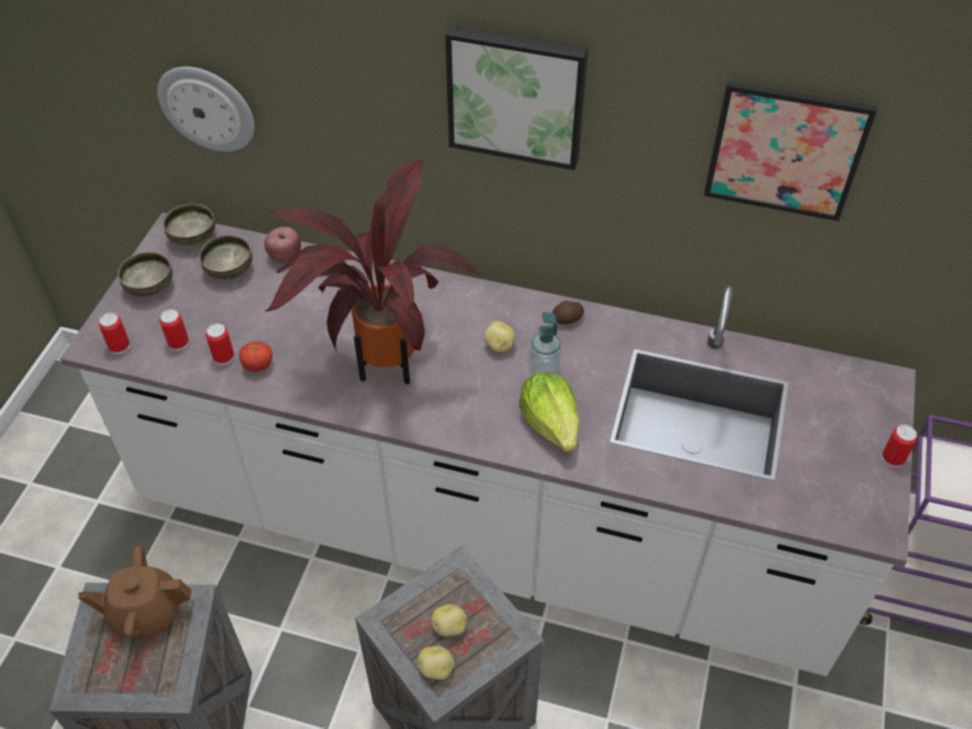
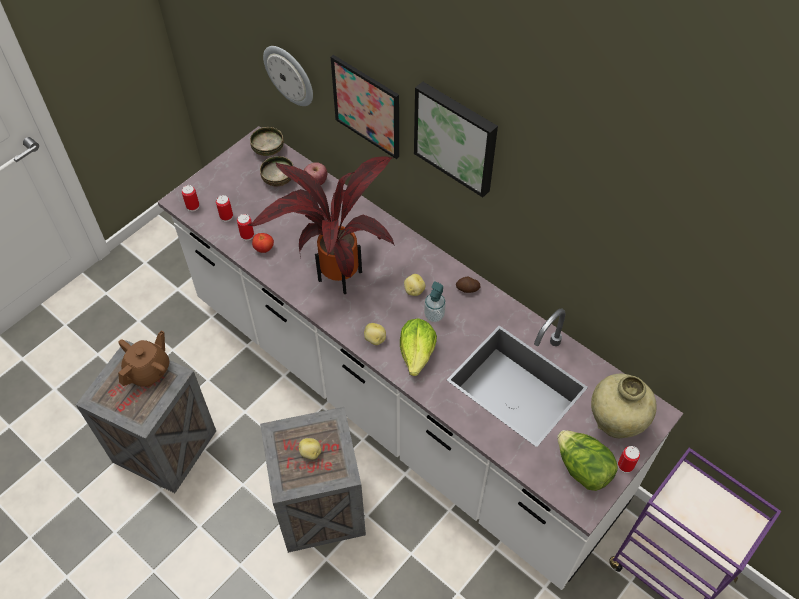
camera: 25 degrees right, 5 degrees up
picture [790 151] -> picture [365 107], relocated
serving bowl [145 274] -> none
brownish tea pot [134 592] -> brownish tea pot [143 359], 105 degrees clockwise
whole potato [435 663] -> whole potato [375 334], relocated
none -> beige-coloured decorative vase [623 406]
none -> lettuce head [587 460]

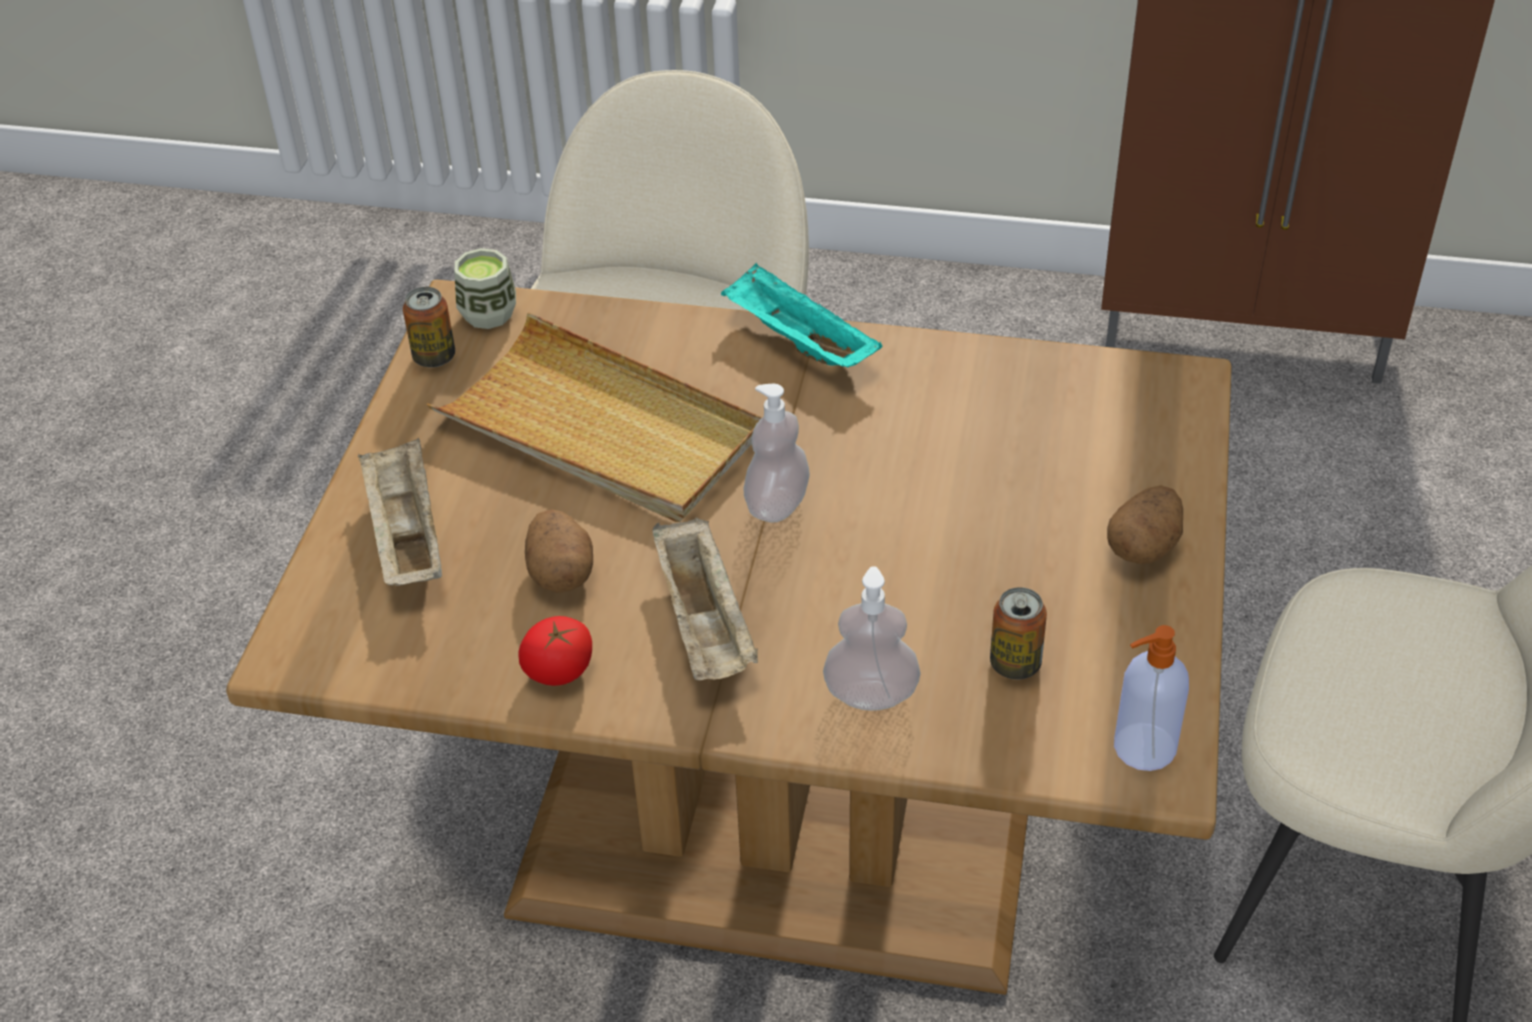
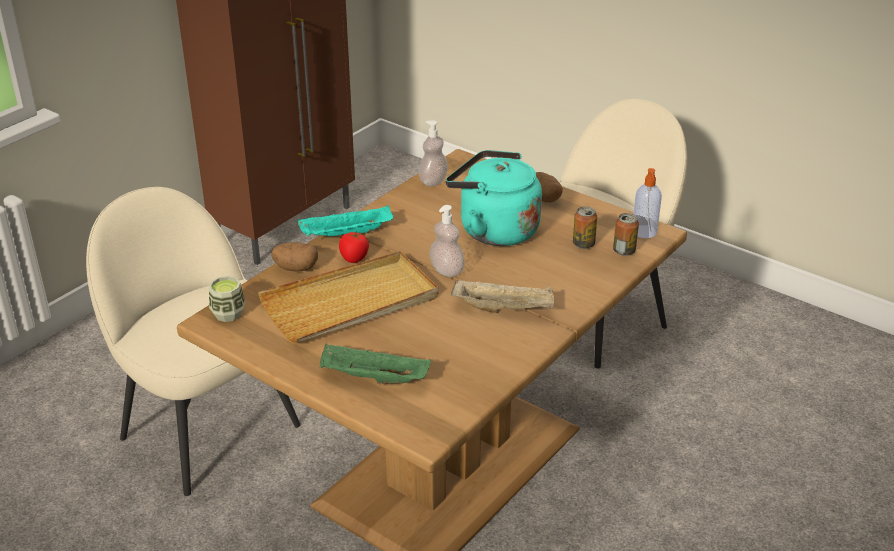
camera: 65 degrees left, 10 degrees down
can [429 327] -> can [626 234], relocated
beige-coloured serving tray [400 512] -> green serving tray [375 363]
whole potato [559 551] -> whole potato [294 257], relocated
soap bottle [872 638] -> soap bottle [433 153], relocated
whole tomato [555 651] -> whole tomato [354 247], relocated
none -> turquoise-coloured water kettle [494 198]

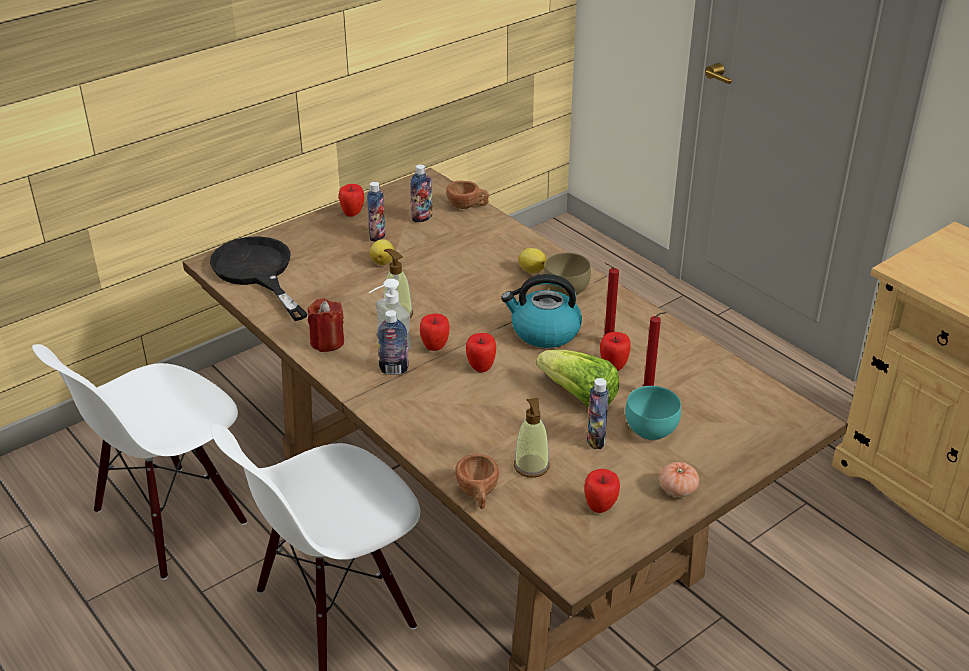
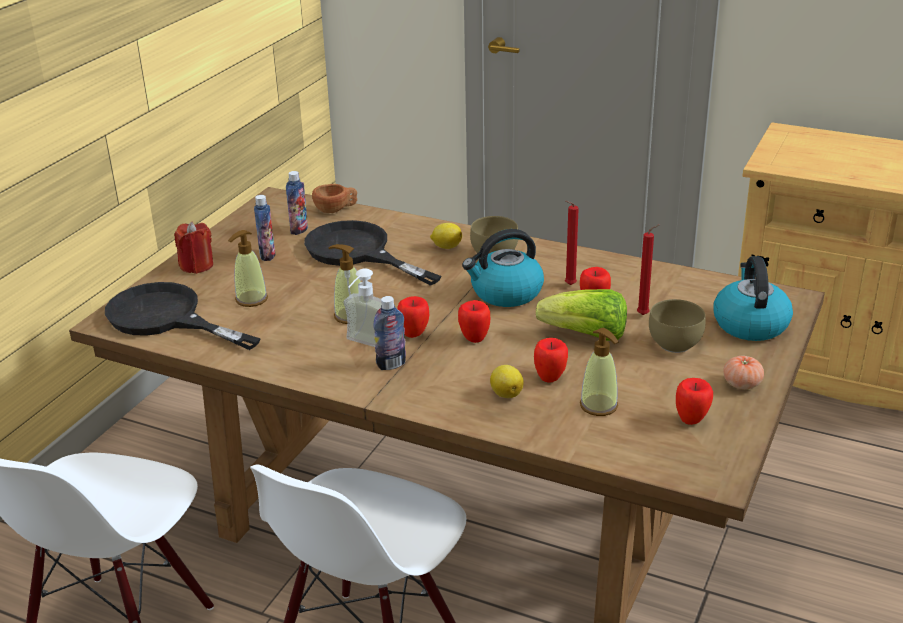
camera: 25 degrees left, 5 degrees down
apple fruit [351 200] -> apple fruit [551 360], relocated
lemon [382 252] -> lemon [507 381], relocated
red candle [326 325] -> red candle [193 247], relocated
bottle [598 413] -> none
turquoise-coloured serving bowl [653 413] -> brownish serving bowl [677 326]
brownish cup [477 481] -> none
none -> black frying pan [372 253]
none -> soap bottle [248 268]
none -> water kettle [753 298]

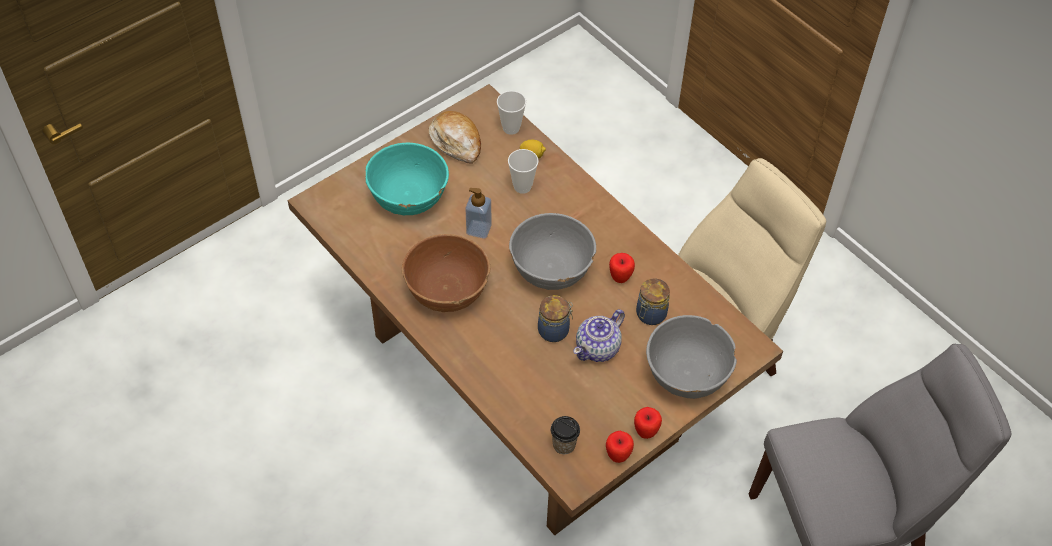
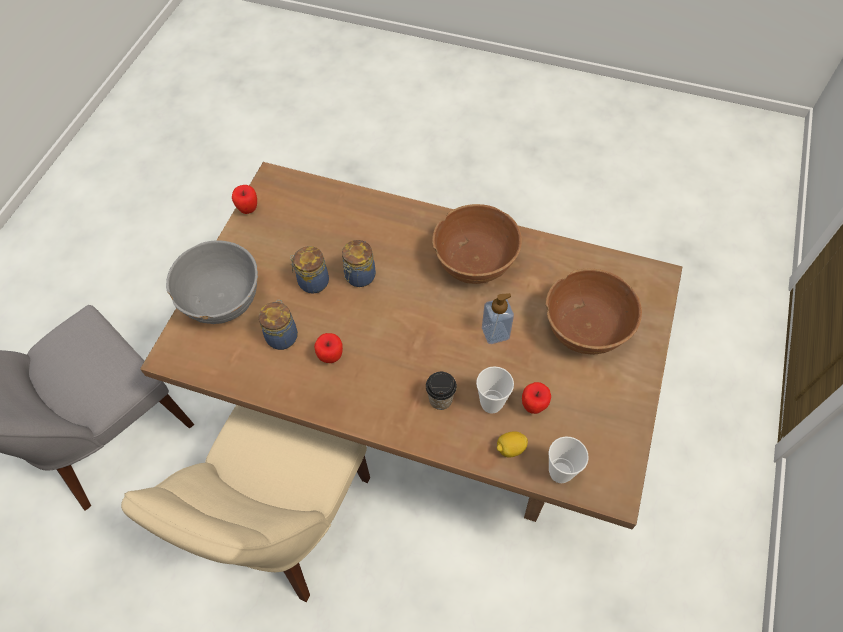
camera: 150 degrees right, 5 degrees up
baked bread [455 137] -> none
turquoise-coloured serving bowl [407 179] -> brownish serving bowl [593 312]
gray serving bowl [552 251] -> none
tea pot [599 335] -> jar [309 270]
apple fruit [648 423] -> apple fruit [536 398], relocated
cup [565 435] -> cup [441 391], relocated

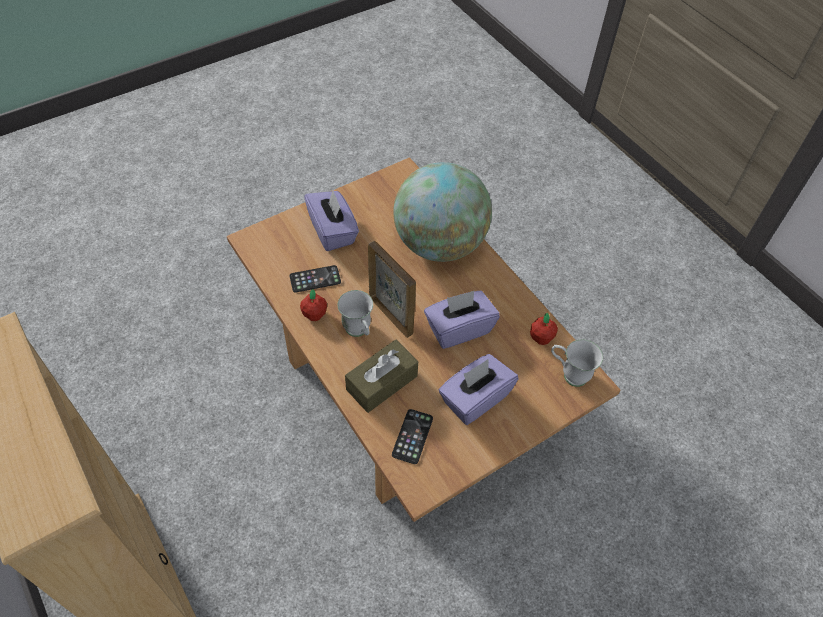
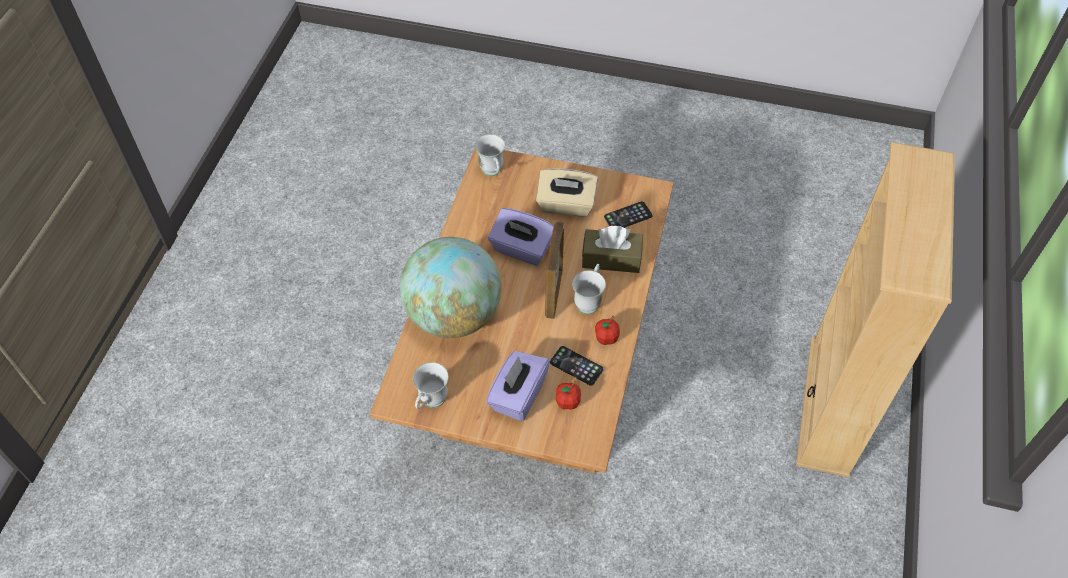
camera: 130 degrees left, 0 degrees up
apple fruit [544 329] -> apple fruit [568 395], relocated
purplish box of tissues [478 389] -> beige-coloured box of tissues [567 192]
none -> whitish tea mug [431 385]

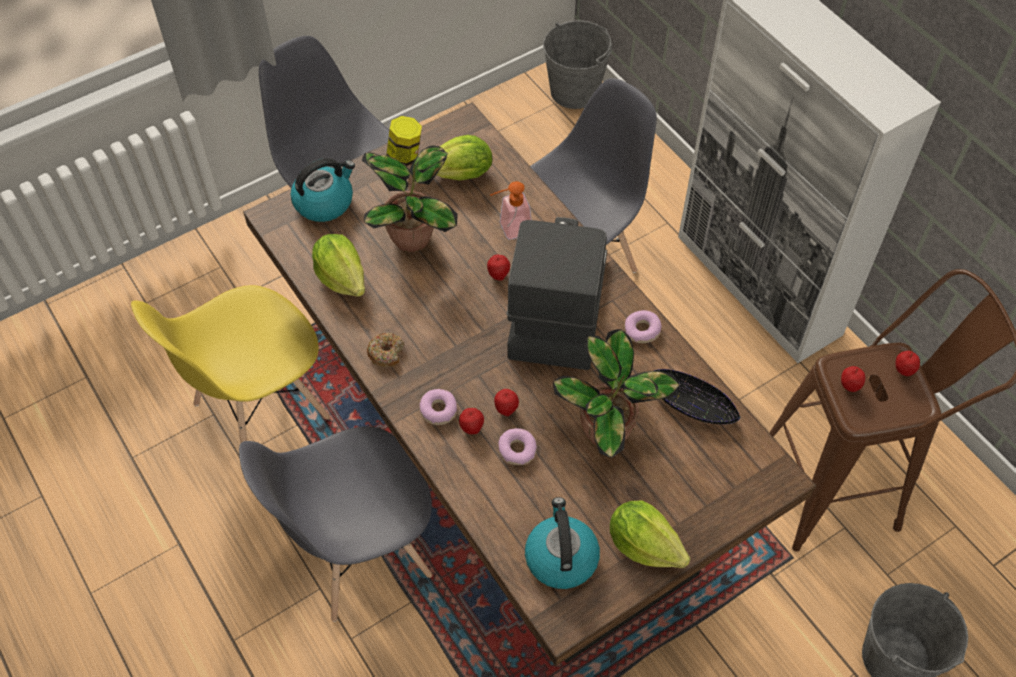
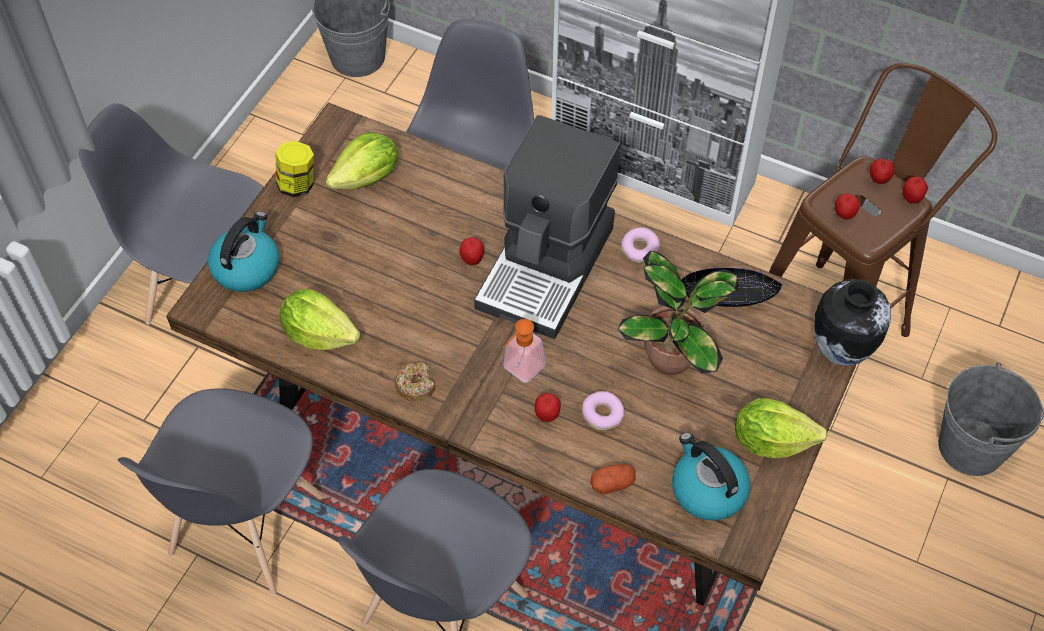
camera: 30 degrees left, 0 degrees up
houseplant [409 199] -> none
soap bottle [510 210] -> soap bottle [524 351], relocated
coffee brewer [557 293] -> coffee brewer [547 227], 135 degrees counterclockwise
yellow plain chair [230 364] -> gray plain chair [221 491]
donut [438 407] -> none
apple fruit [506 402] -> apple fruit [915 190], relocated
none -> decorative vase [853 322]
none -> whole potato [613 479]

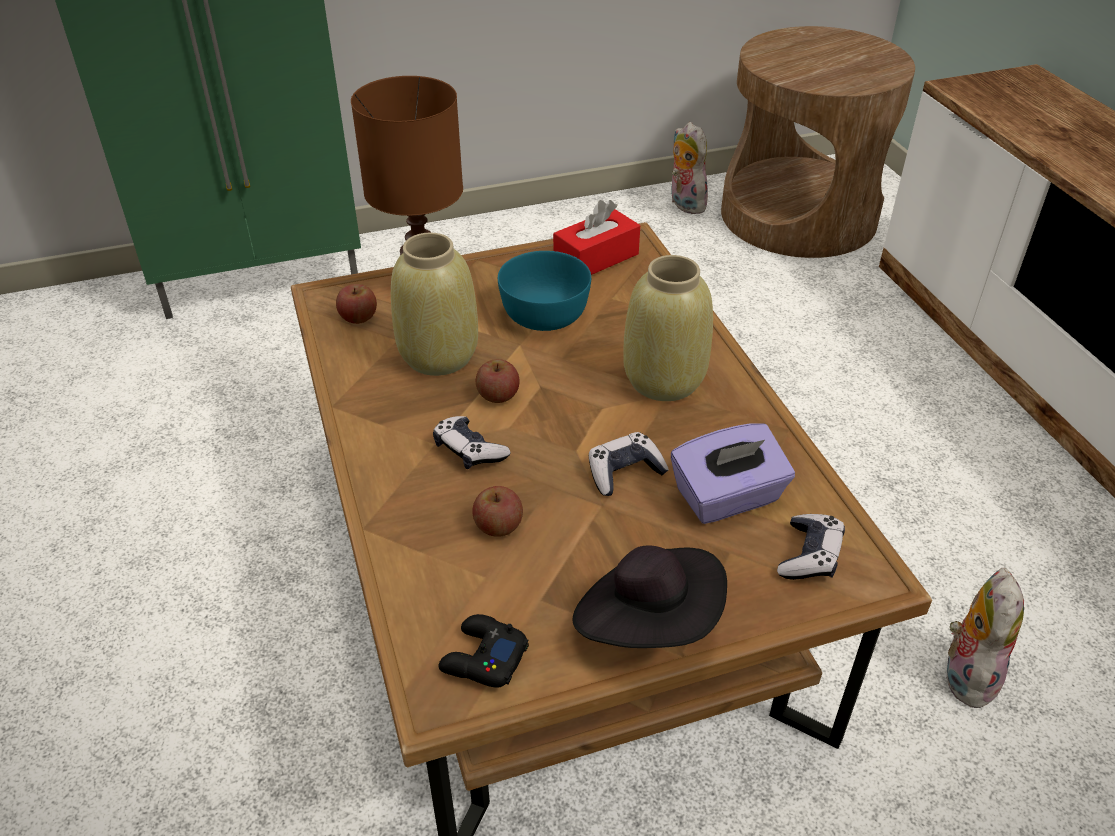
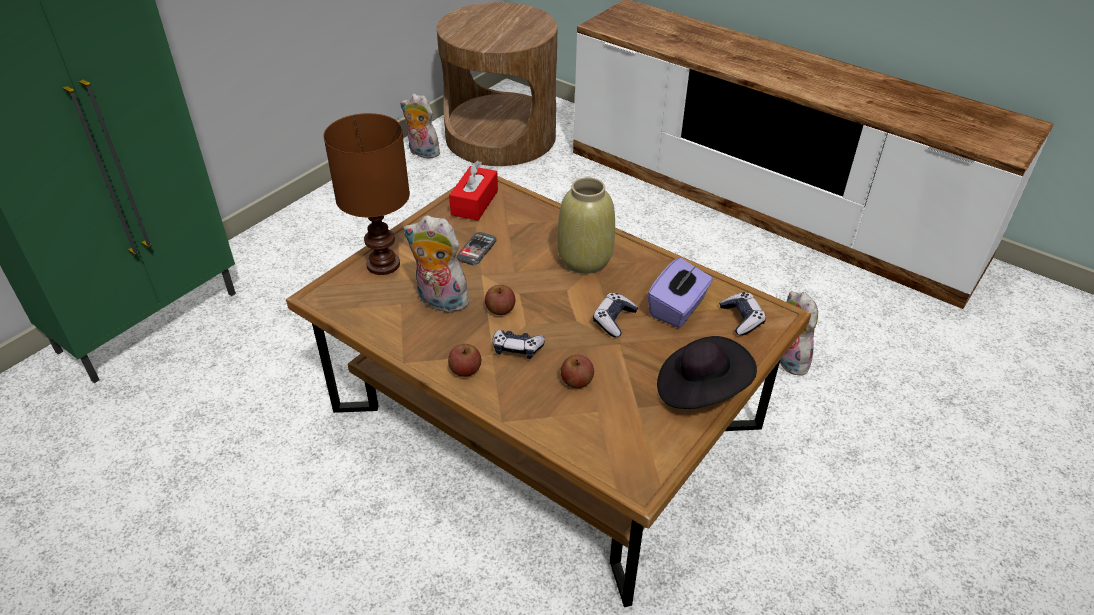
camera: 35 degrees left, 0 degrees up
beige-coloured decorative vase [434 304] -> cuddly toy [436 264]
turquoise-coloured serving bowl [544 291] -> handset [476 248]
apple fruit [356 304] -> apple fruit [464 360], relocated
black game controller [483 651] -> none

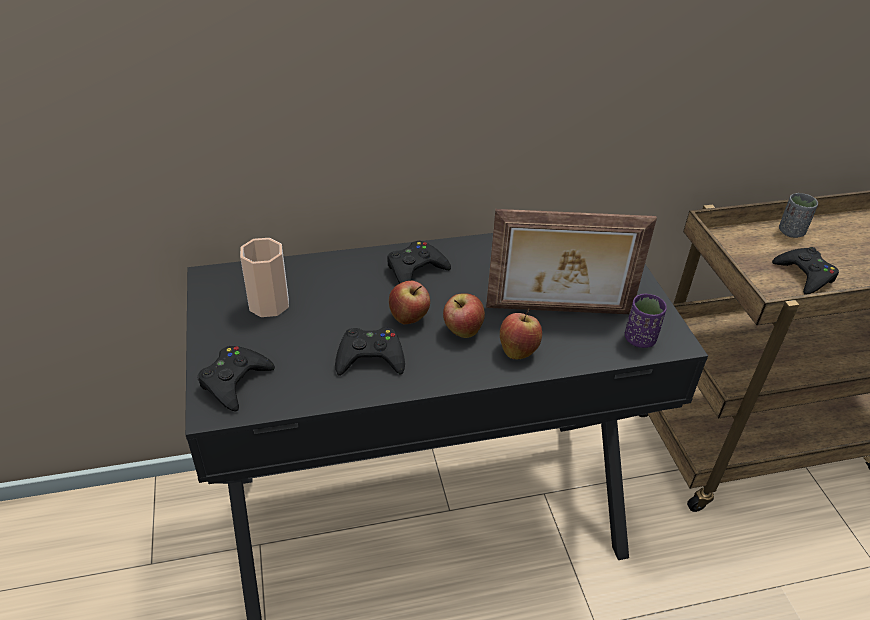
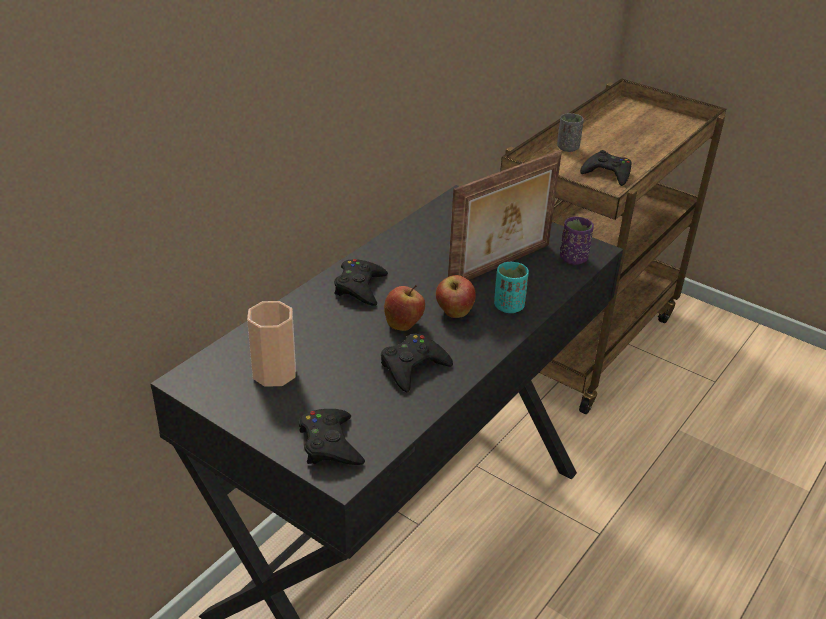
camera: 40 degrees left, 5 degrees down
apple fruit [521 334] -> turquoise-coloured cup [511 287]

